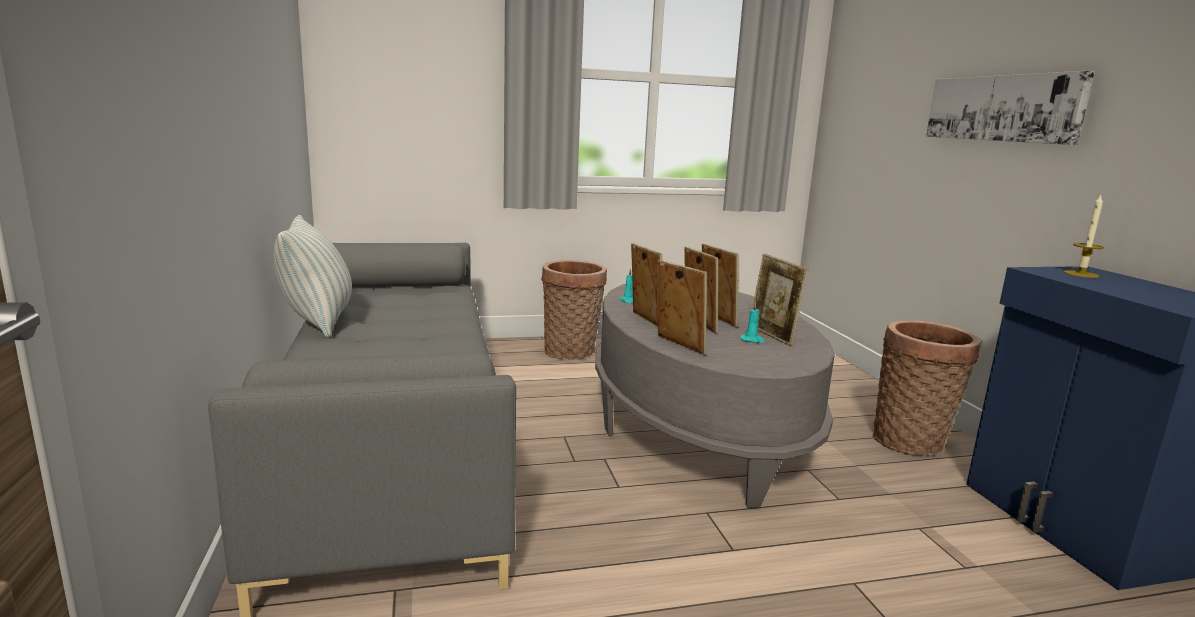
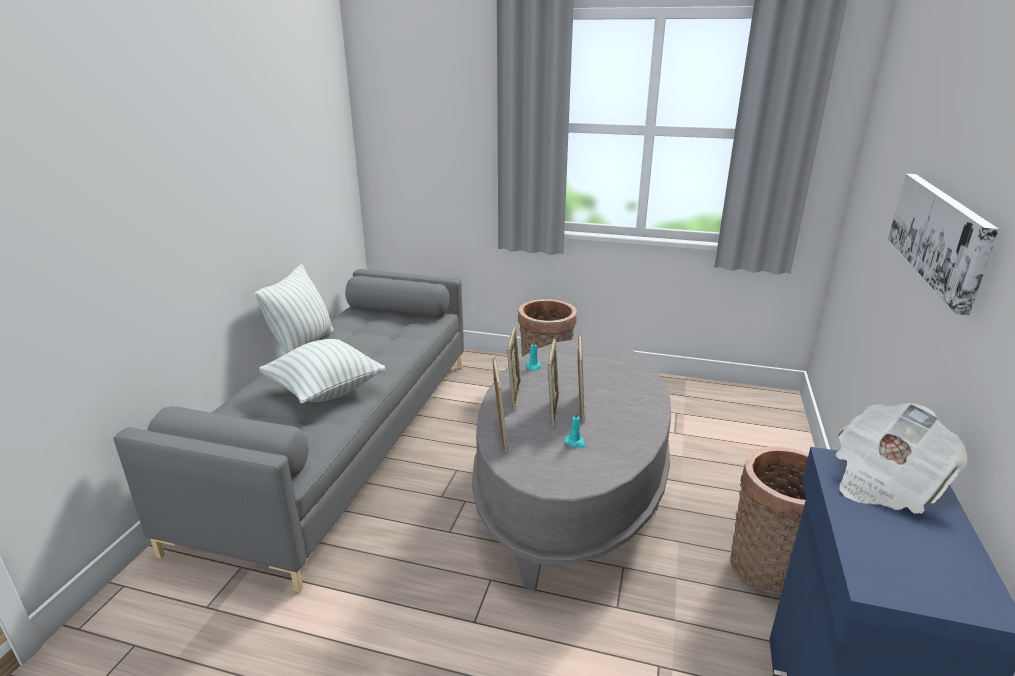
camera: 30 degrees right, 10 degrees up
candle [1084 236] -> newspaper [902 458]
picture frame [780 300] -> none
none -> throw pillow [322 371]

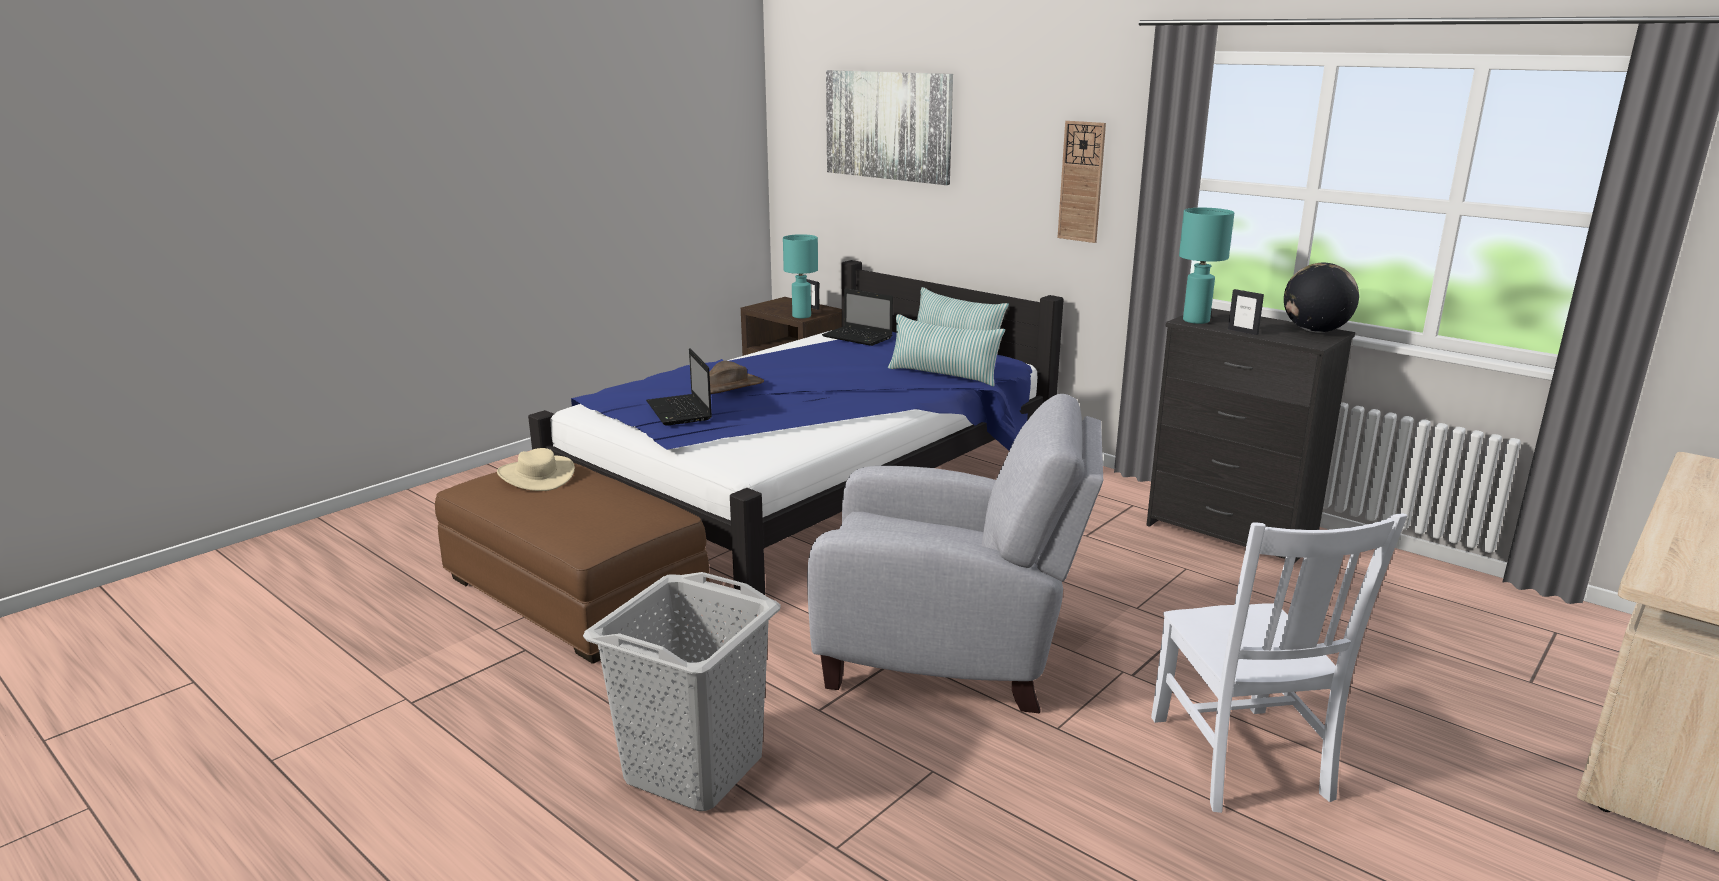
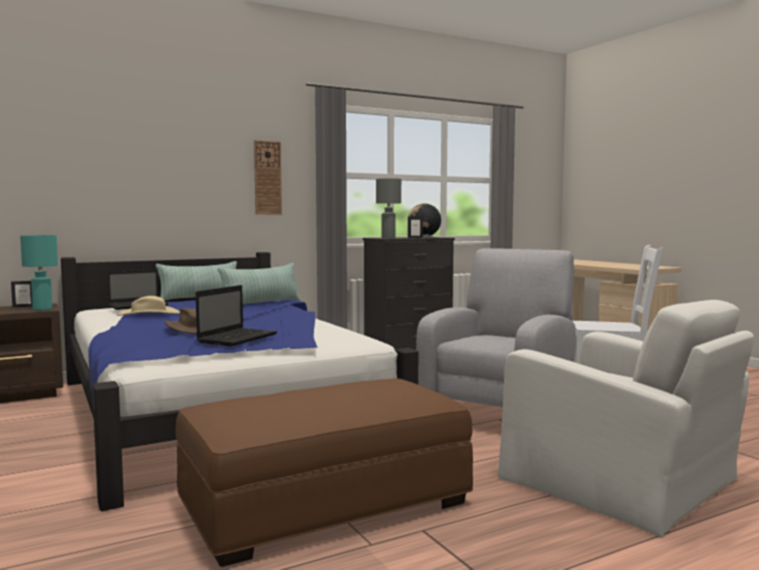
camera: 70 degrees left, 15 degrees down
picture [889 127] -> none
turquoise-coloured tabletop lamp [1206 266] -> gray tabletop lamp [388 208]
portable computer [679 387] -> portable computer [236 315], 60 degrees counterclockwise
beige-coloured wearable hat [536 469] -> beige-coloured wearable hat [148 306], relocated
gray hamper [682 691] -> whitish easy chair [626 418]

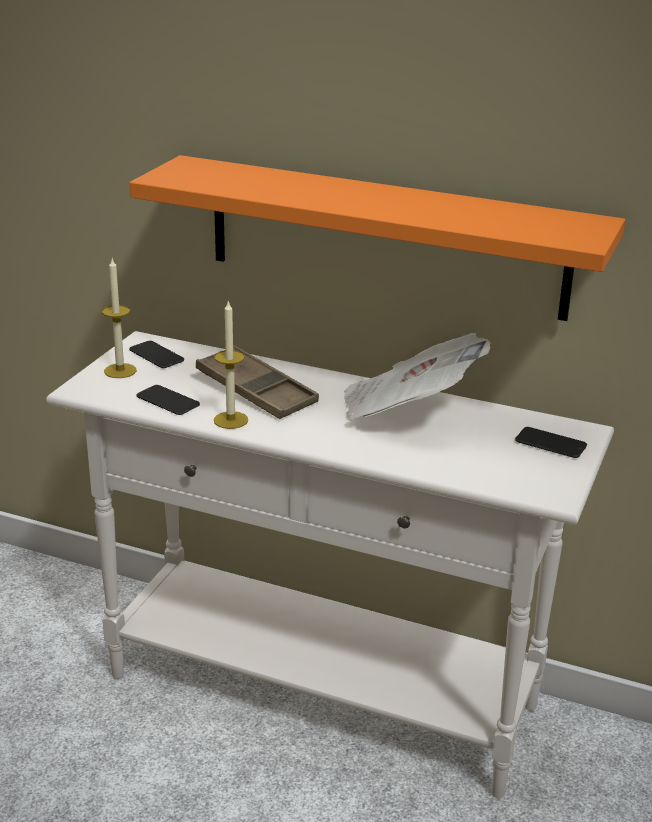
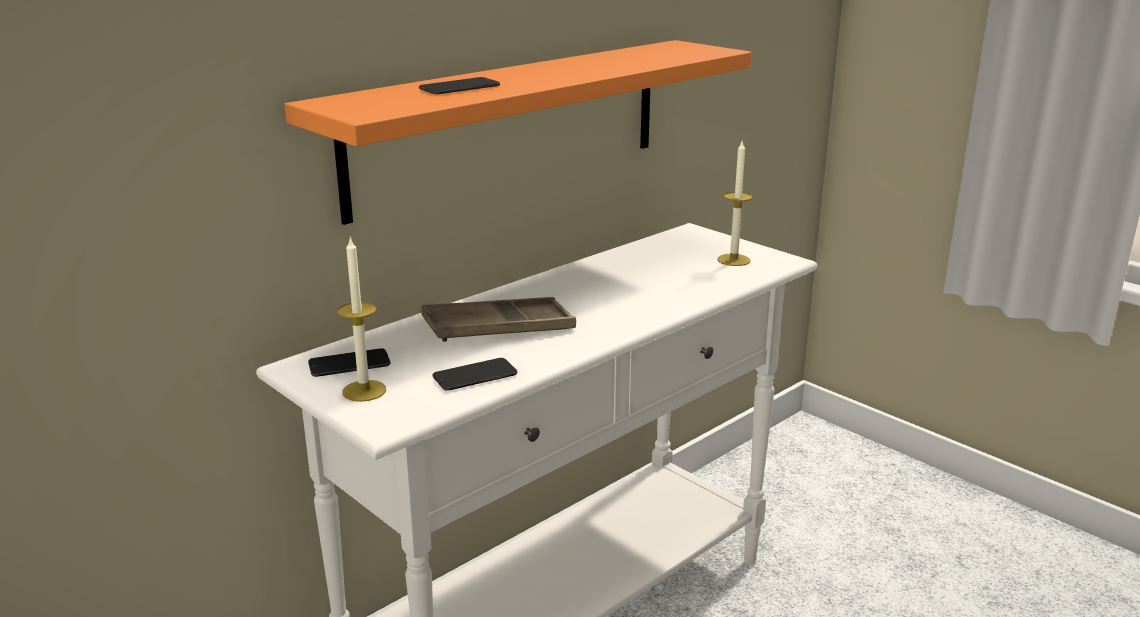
camera: 65 degrees left, 5 degrees down
candle [231 365] -> candle [735 202], relocated
newspaper [417 377] -> none
handset [551 442] -> handset [459 85], relocated

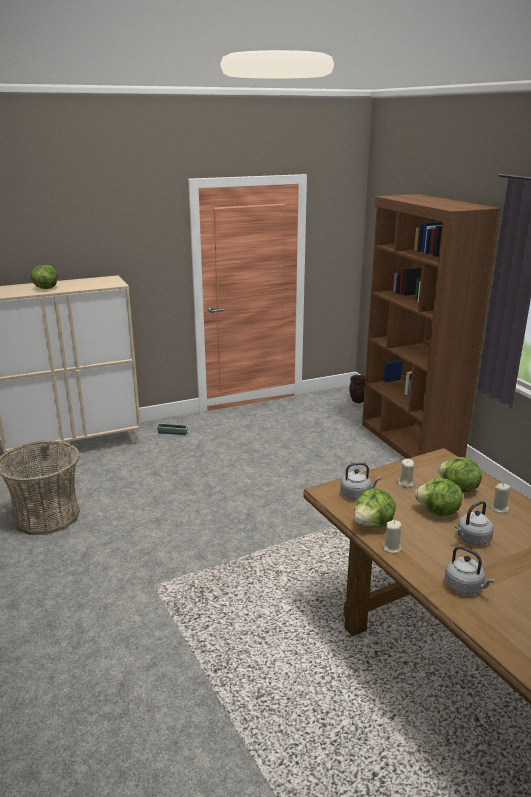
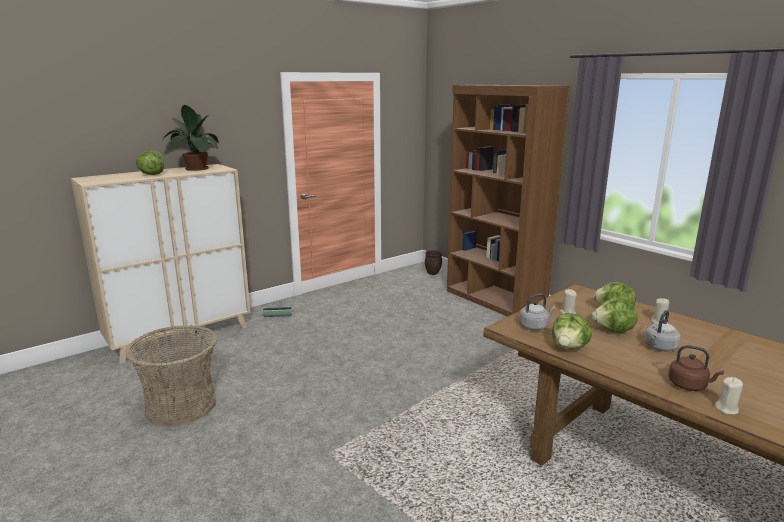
camera: 15 degrees left, 5 degrees down
beige-coloured candle [392 536] -> beige-coloured candle [728 396], relocated
gray water kettle [470 570] -> brownish water kettle [696 368]
none -> houseplant [189 138]

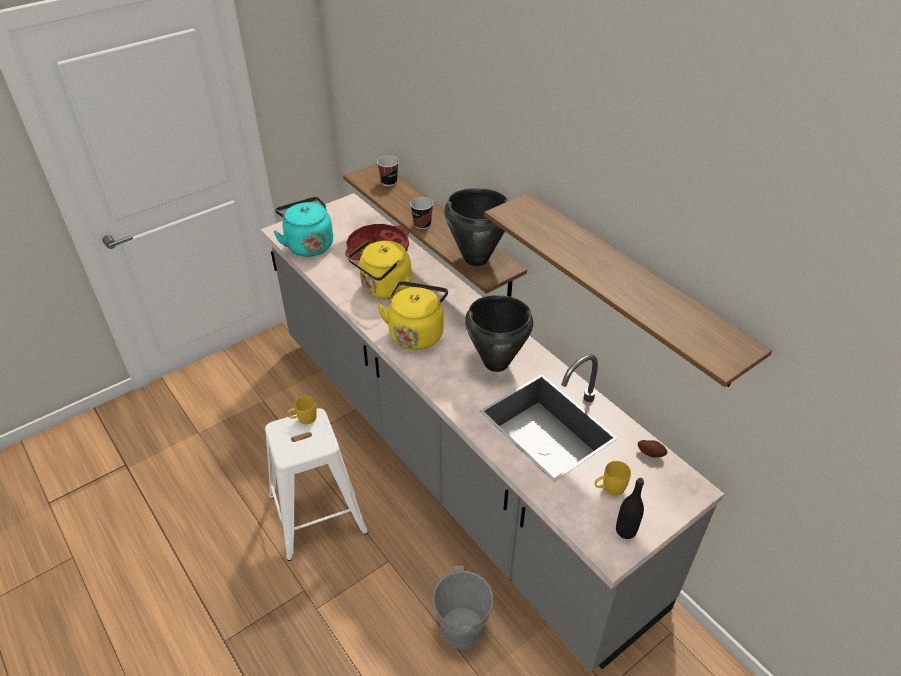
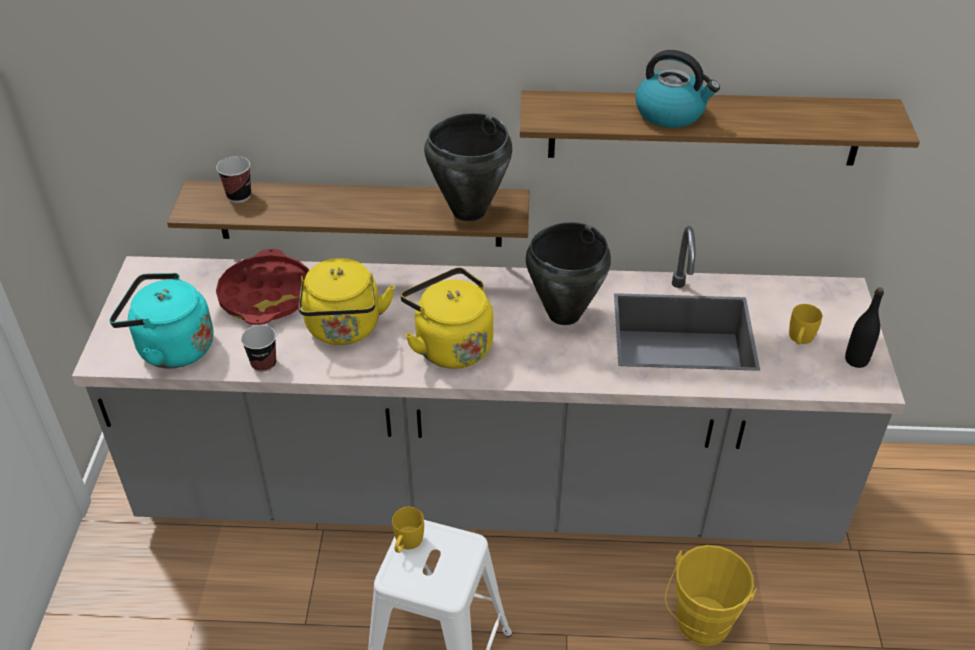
camera: 50 degrees left, 0 degrees up
cup [422 213] -> cup [258 348], relocated
whole potato [653 448] -> none
gray pail [458 607] -> yellow pail [711 595]
none -> water kettle [678 89]

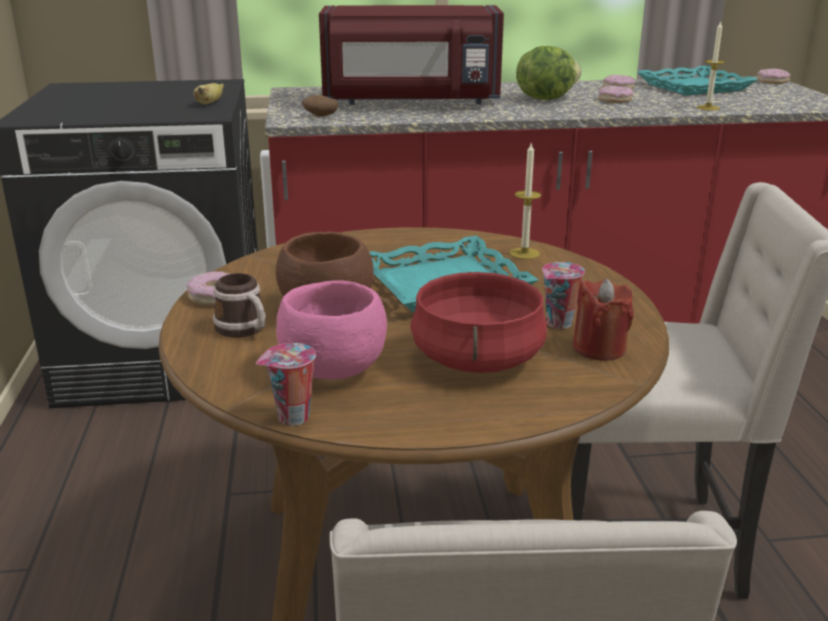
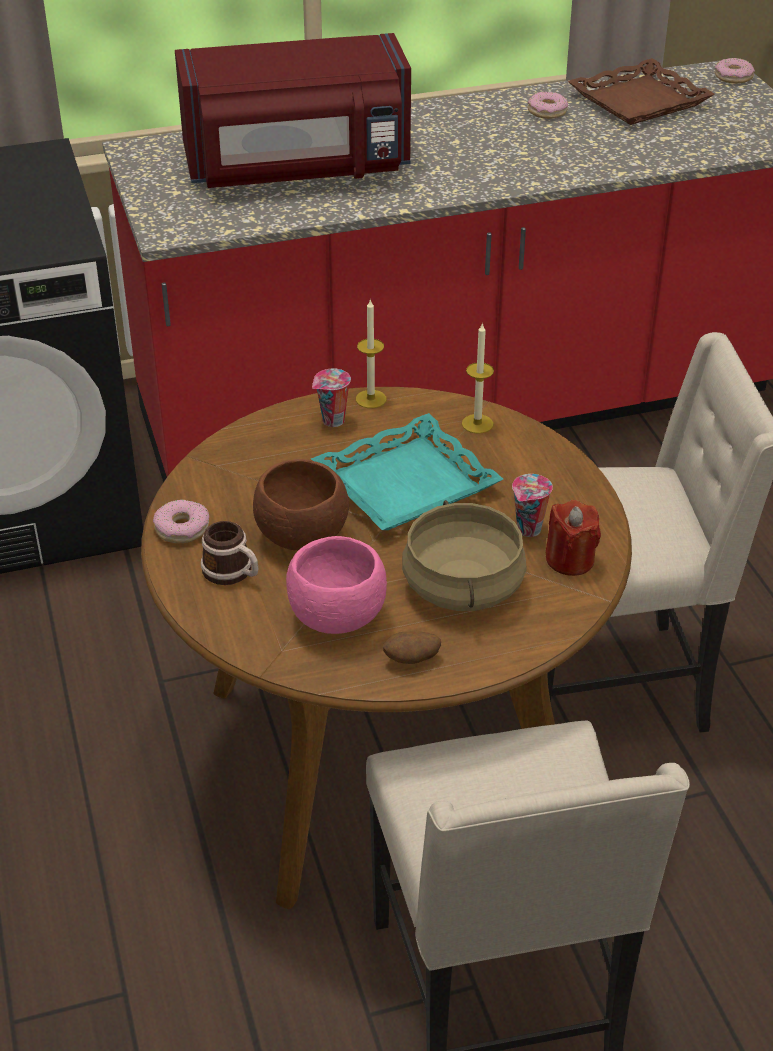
camera: 10 degrees left, 15 degrees up
candle [711 66] -> candle [371 354], relocated
lettuce head [549 73] -> none
turquoise-coloured serving tray [697 80] -> brownish serving tray [641 91]
whole banana [209 94] -> none
donut [616 94] -> none
whole potato [320 106] -> whole potato [412 647], relocated
red saucepot [478 322] -> beige-coloured saucepot [464 555]
cup [286 384] -> cup [331 397], relocated

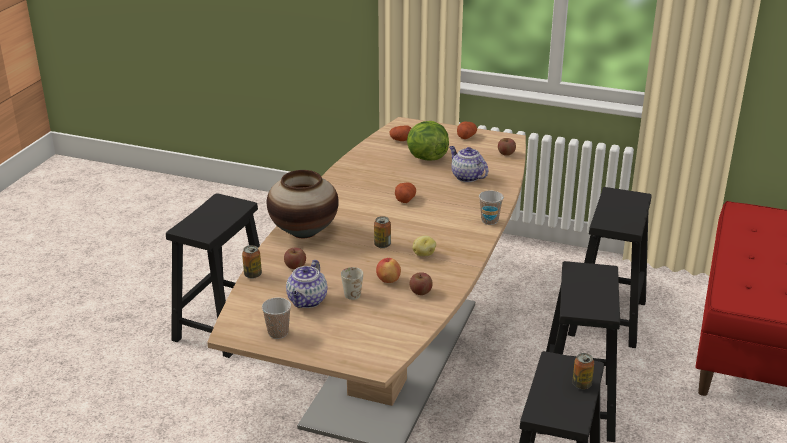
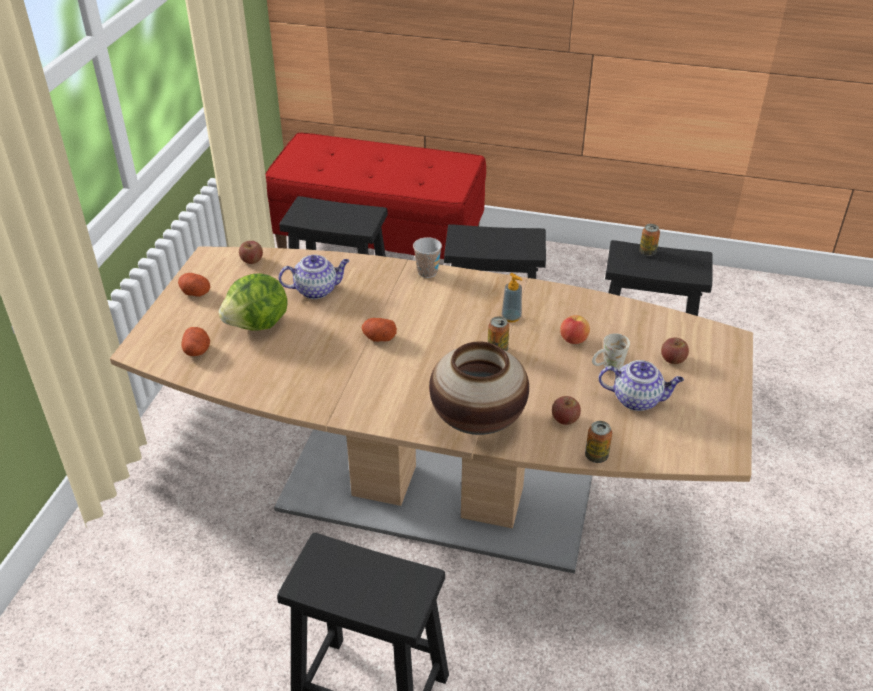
camera: 95 degrees left, 10 degrees up
tea pot [468 164] -> tea pot [314 277], 150 degrees counterclockwise
whole potato [424 246] -> soap bottle [512 297]
apple fruit [421 283] -> apple fruit [675 350], relocated
cup [276 318] -> none

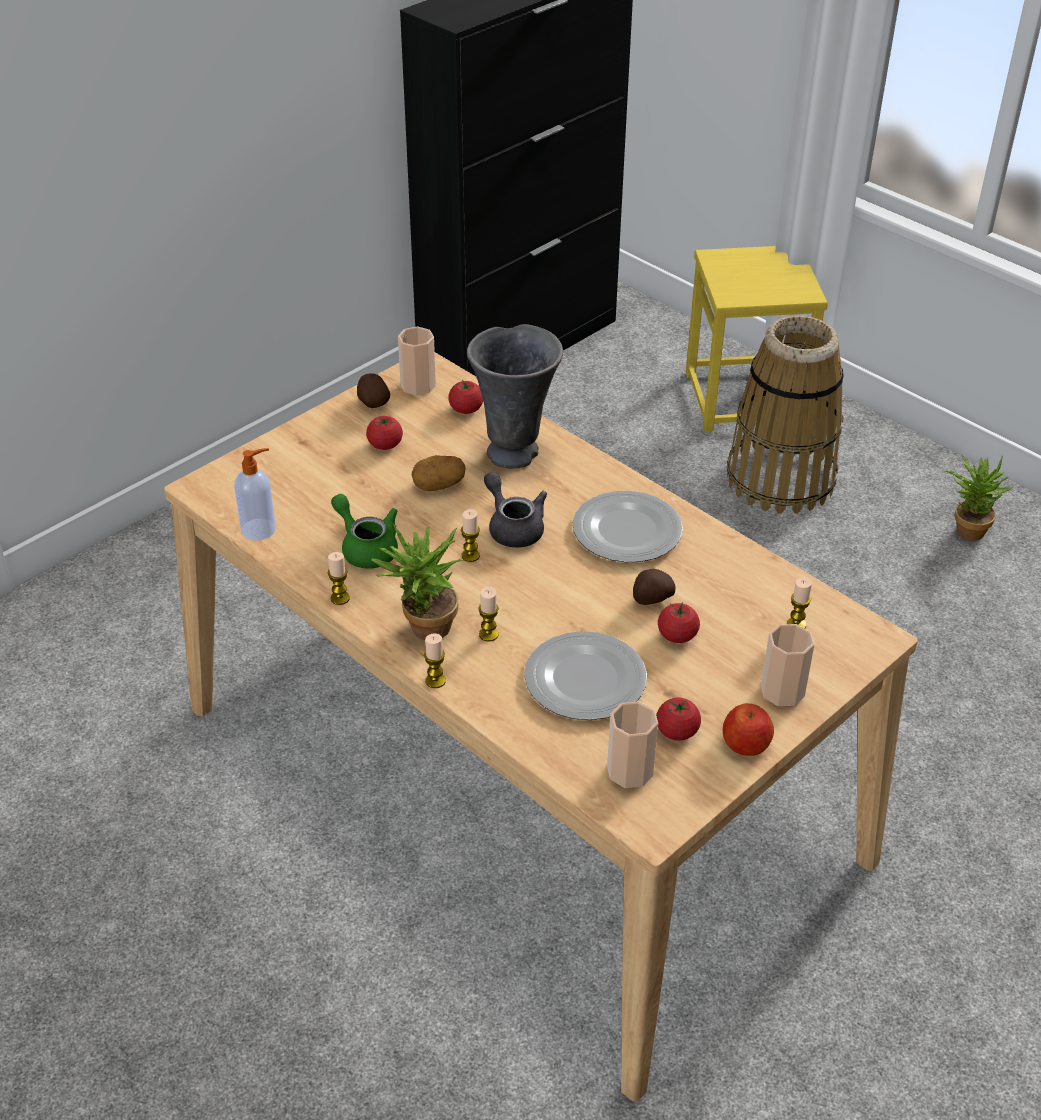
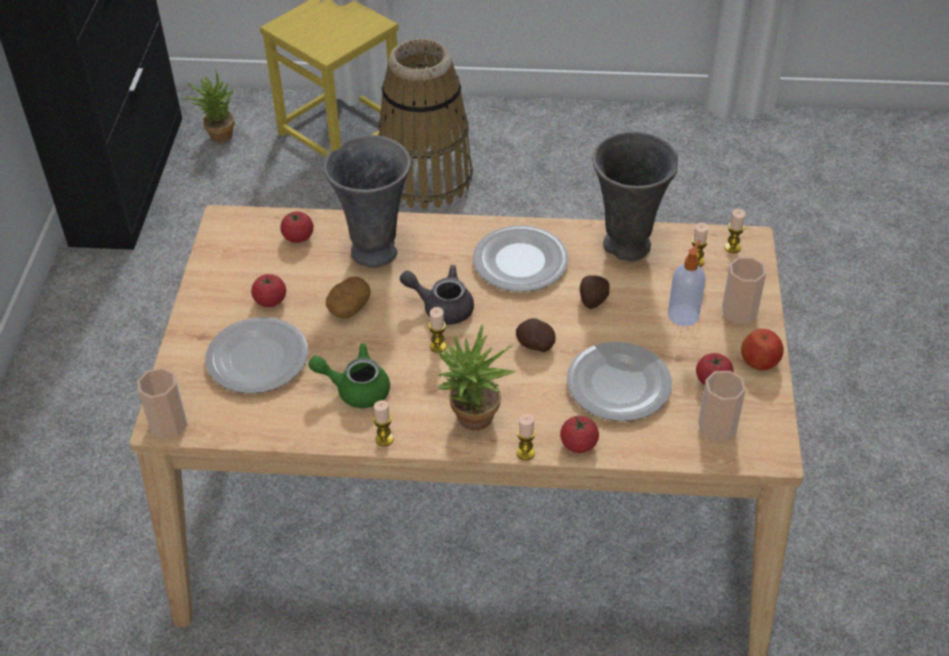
camera: 40 degrees left, 5 degrees up
cup [417 361] -> cup [162 403], relocated
whole potato [373 390] -> whole potato [536 335], relocated
soap bottle [255 494] -> soap bottle [687 283], relocated
houseplant [979 498] -> houseplant [209 107], relocated
candle [488 614] -> candle [735 231], relocated
whole tomato [679 622] -> whole tomato [579 434], relocated
none -> gray decorative vase [635 196]
none -> plate [256 355]

